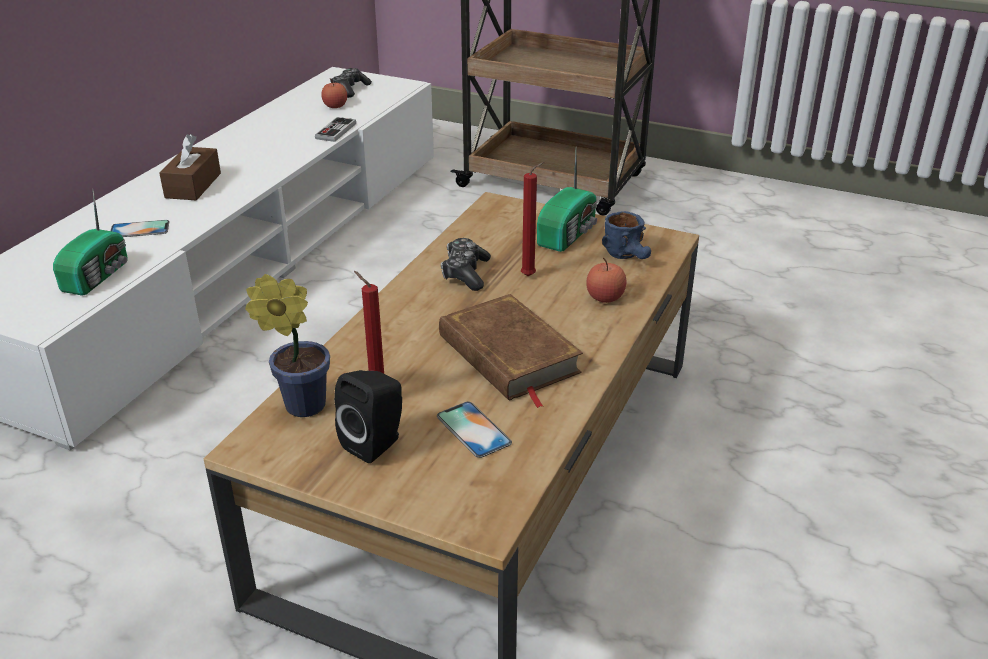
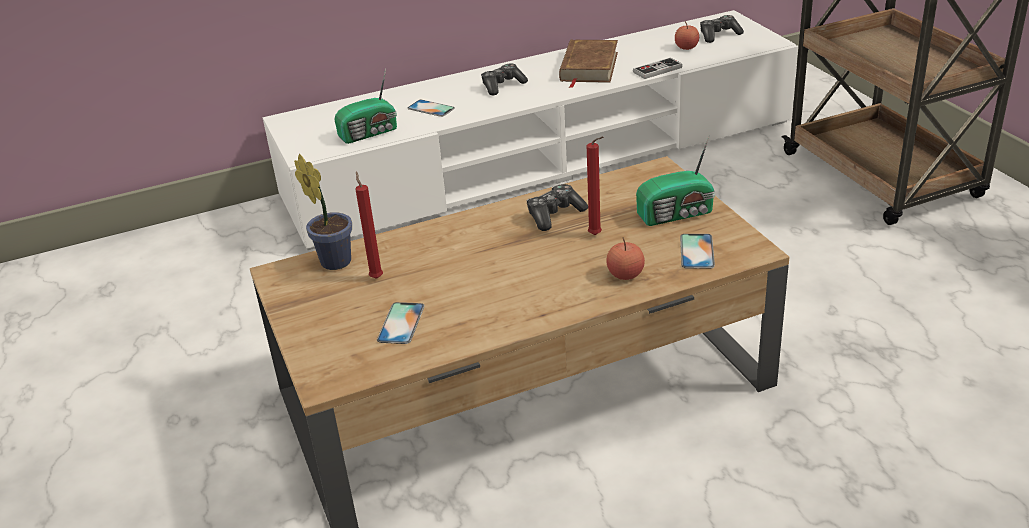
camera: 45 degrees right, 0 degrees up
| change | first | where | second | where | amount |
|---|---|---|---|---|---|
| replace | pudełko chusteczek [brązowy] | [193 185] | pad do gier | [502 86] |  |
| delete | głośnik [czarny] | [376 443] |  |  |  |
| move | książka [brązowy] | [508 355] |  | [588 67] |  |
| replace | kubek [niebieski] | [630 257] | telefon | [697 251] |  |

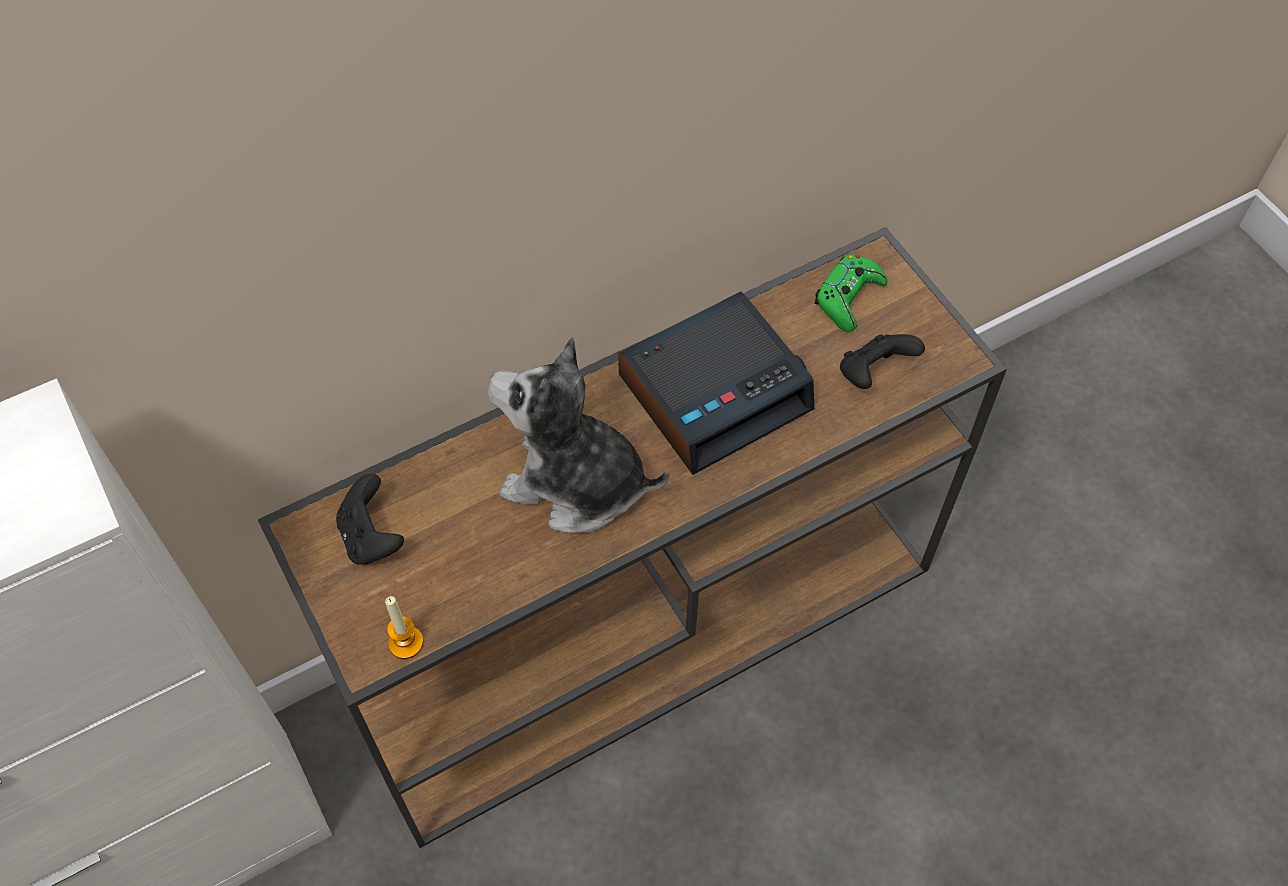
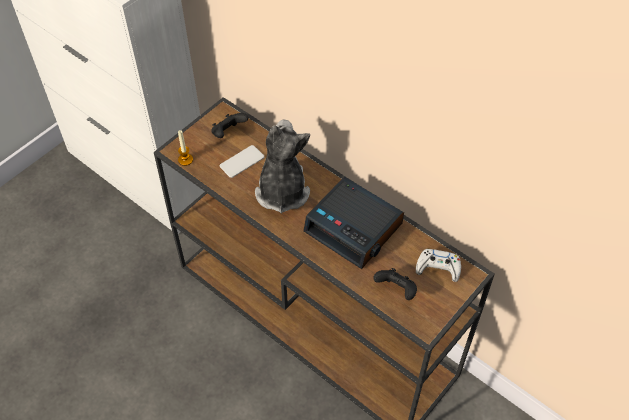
camera: 70 degrees right, 5 degrees down
| change | first | where | second | where | amount |
|---|---|---|---|---|---|
| recolor | pad do gier [zielony] | [848 298] | pad do gier [biały] | [438 268] |  |
| insert |  |  | telefon | [242 162] |  |

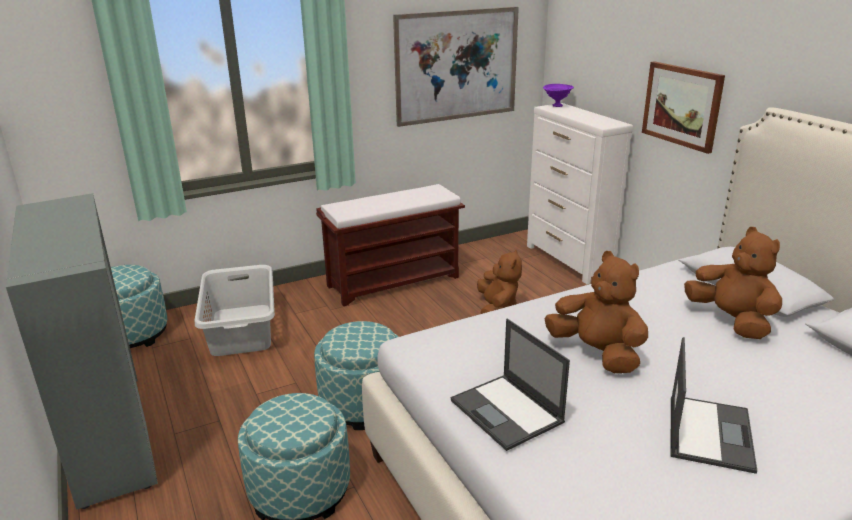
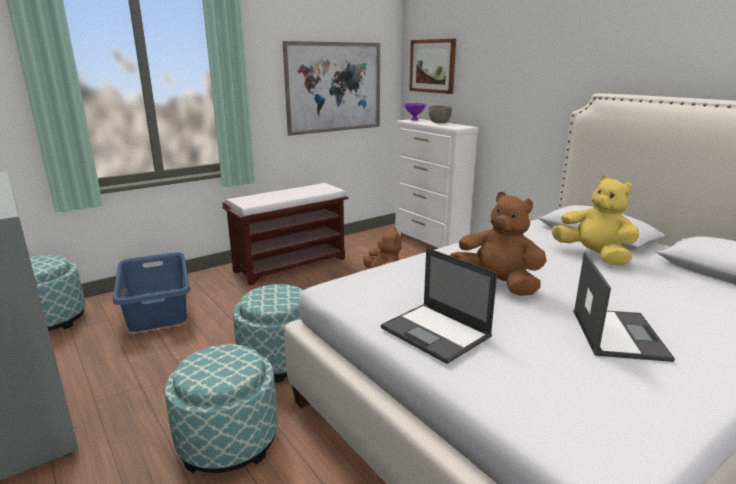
camera: 10 degrees left, 5 degrees down
| change | first | where | second | where | amount |
|---|---|---|---|---|---|
| recolor | kosz na pranie [szary] | [242 329] | kosz na pranie [niebieski] | [158 308] |  |
| move | obraz | [682 105] |  | [432 66] |  |
| recolor | pluszak [brązowy] | [731 321] | pluszak [żółty] | [593 256] |  |
| insert |  |  | miska [szary] | [439 123] |  |

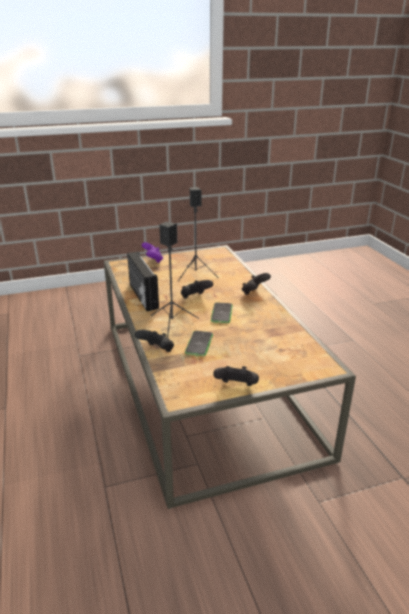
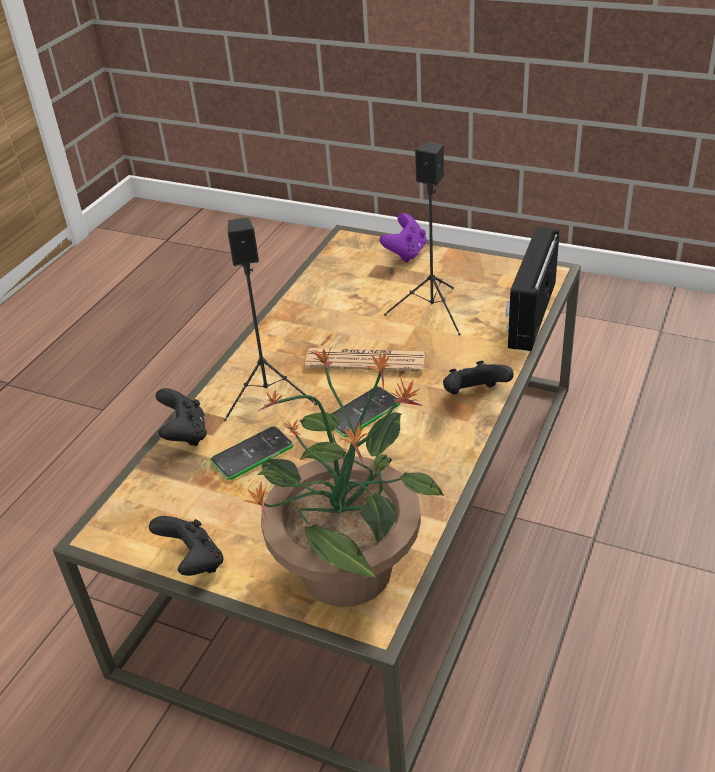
camera: 45 degrees right, 10 degrees up
| change | first | where | second | where | amount |
|---|---|---|---|---|---|
| move | radio | [142 296] |  | [529 315] |  |
| replace | pad do gier [czarny] | [195 298] | gazeta | [365 361] |  |
| insert |  |  | roślina doniczkowa | [349 568] |  |

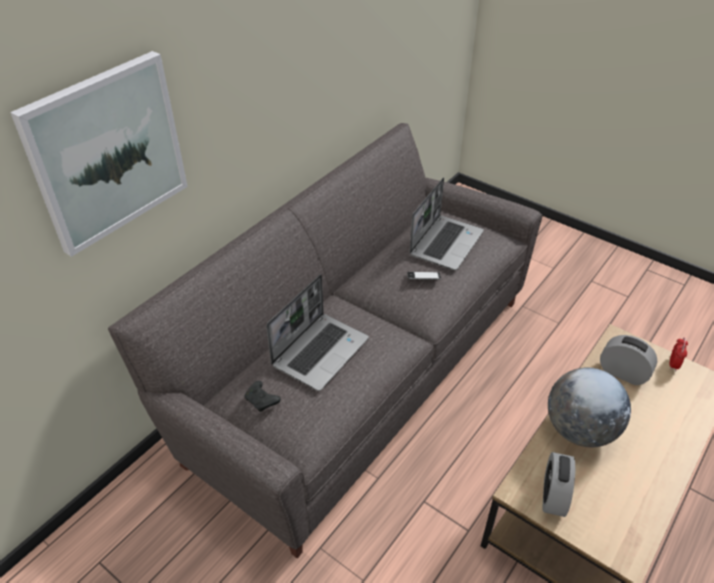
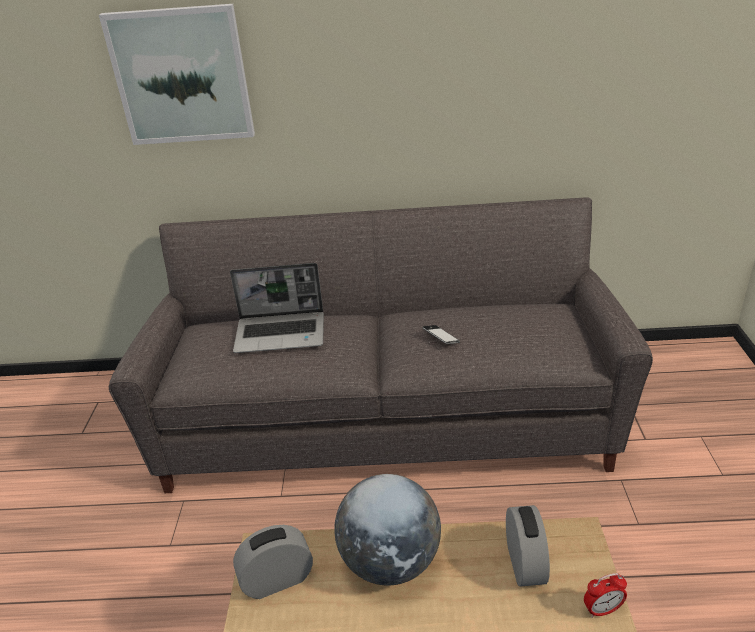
camera: 55 degrees right, 10 degrees down
| change | first | where | second | where | amount |
|---|---|---|---|---|---|
| delete | pad do gier [czarny] | [262 401] |  |  |  |
| delete | laptop | [446 243] |  |  |  |

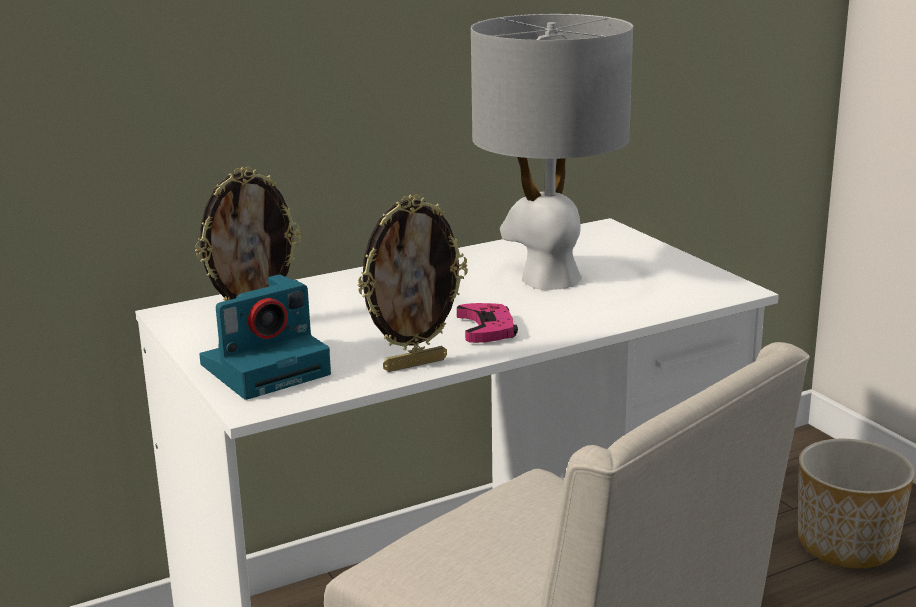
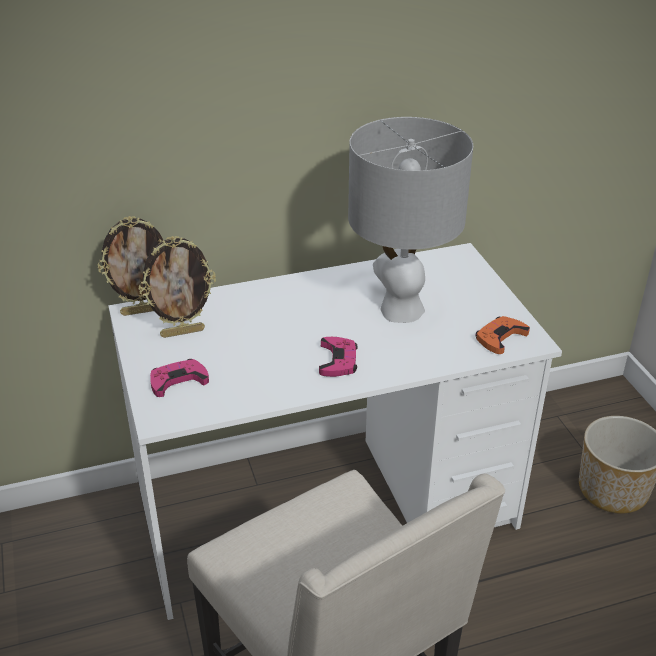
camera: 10 degrees right, 15 degrees up
| change | first | where | second | where | amount |
|---|---|---|---|---|---|
| replace | aparat fotograficzny | [267 368] | pad do gier [różowy] | [178 381] |  |
| move | ramka na zdjęcie | [414 364] |  | [142 311] |  |
| insert |  |  | pad do gier [pomarańczowy] | [500 338] |  |

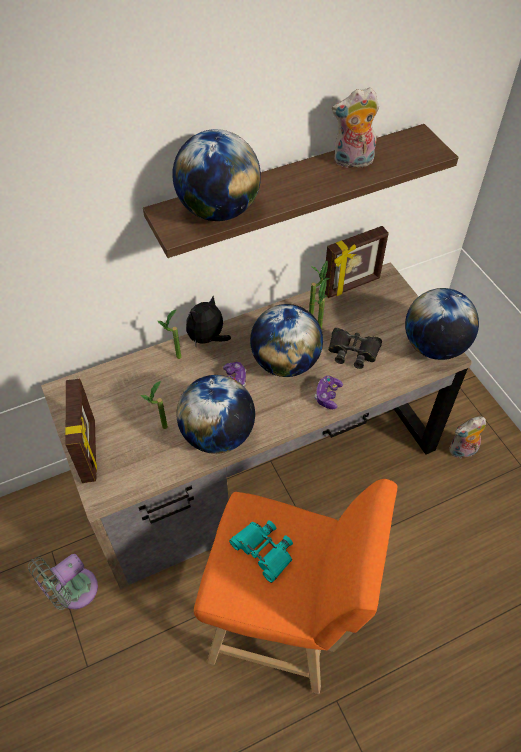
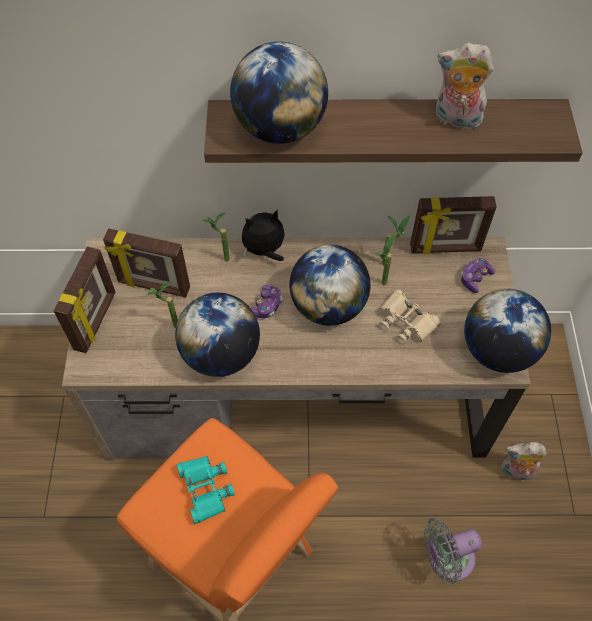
camera: 25 degrees right, 5 degrees up
| change | first | where | second | where | amount |
|---|---|---|---|---|---|
| move | wentylator [szary] | [72 592] |  | [446 559] |  |
| move | pad do gier | [328 396] |  | [475 278] |  |
| recolor | lornetka [czarny] | [353 351] | lornetka [beżowy] | [405 321] |  |
| insert |  |  | ramka na zdjęcie | [153 286] |  |

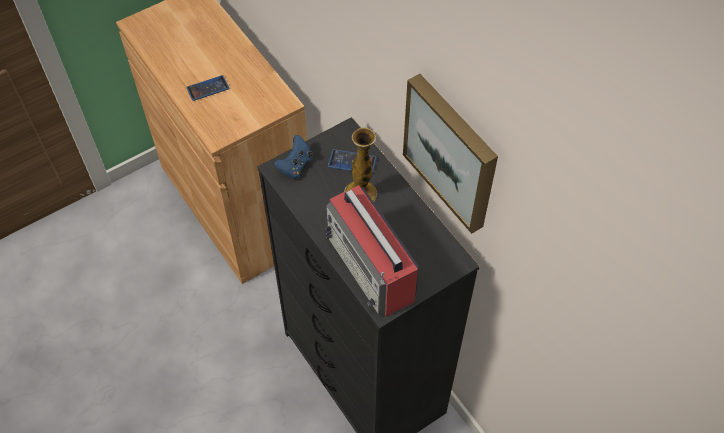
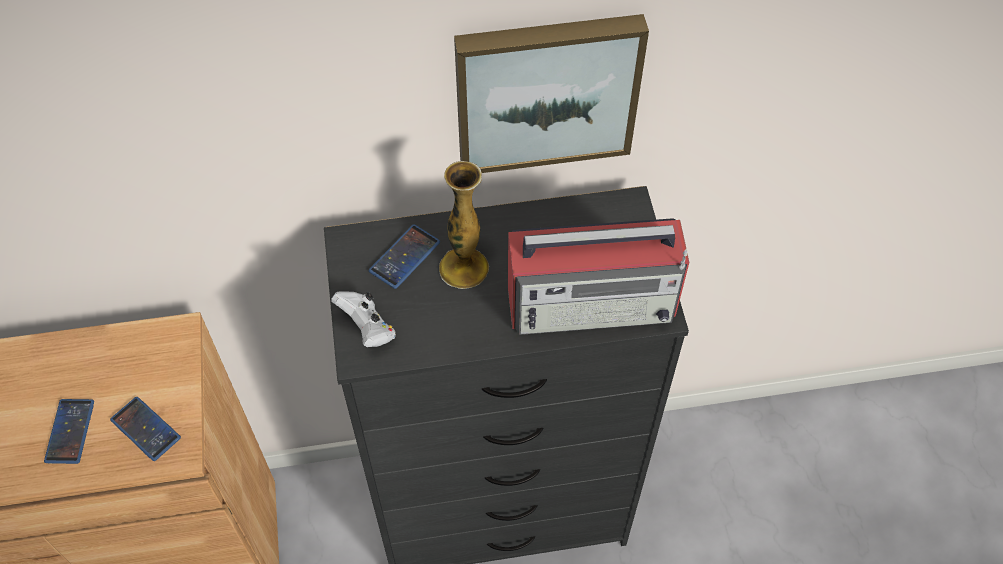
camera: 65 degrees left, 0 degrees up
| change | first | where | second | where | amount |
|---|---|---|---|---|---|
| recolor | pad do gier [niebieski] | [295 166] | pad do gier [biały] | [368 329] |  |
| insert |  |  | telefon | [145 429] |  |

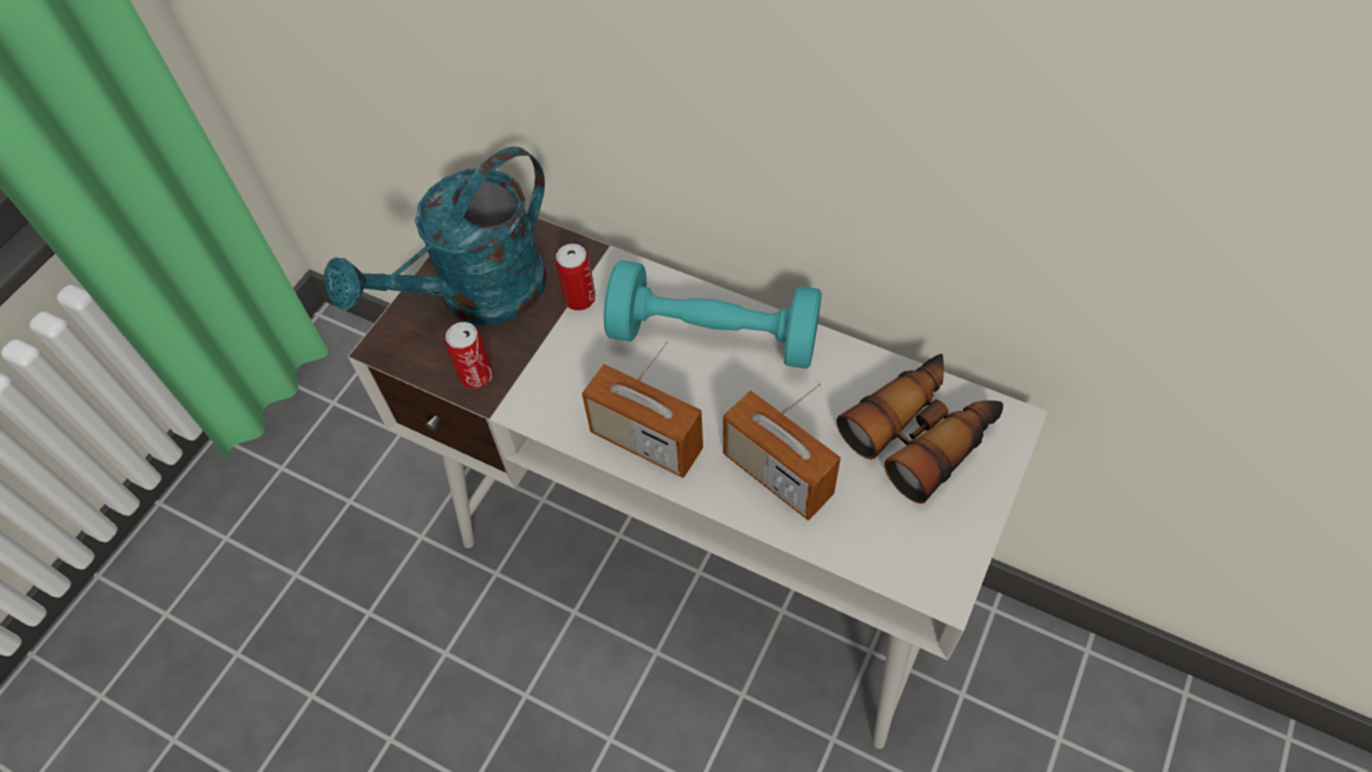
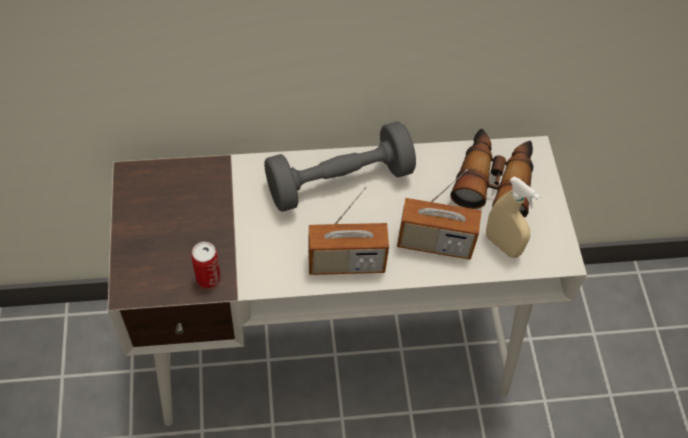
camera: 40 degrees left, 0 degrees up
| change | first | where | second | where | amount |
|---|---|---|---|---|---|
| delete | konewka [turkusowy] | [476 297] |  |  |  |
| delete | puszka | [579 299] |  |  |  |
| recolor | hantel [turkusowy] | [713 337] | hantel [szary] | [339 181] |  |
| insert |  |  | spryskiwacz [beżowy] | [502 245] |  |

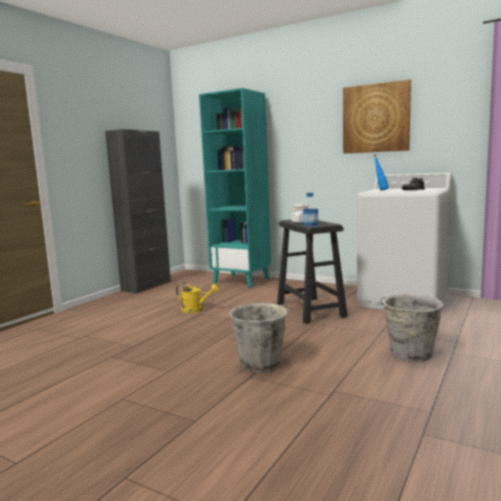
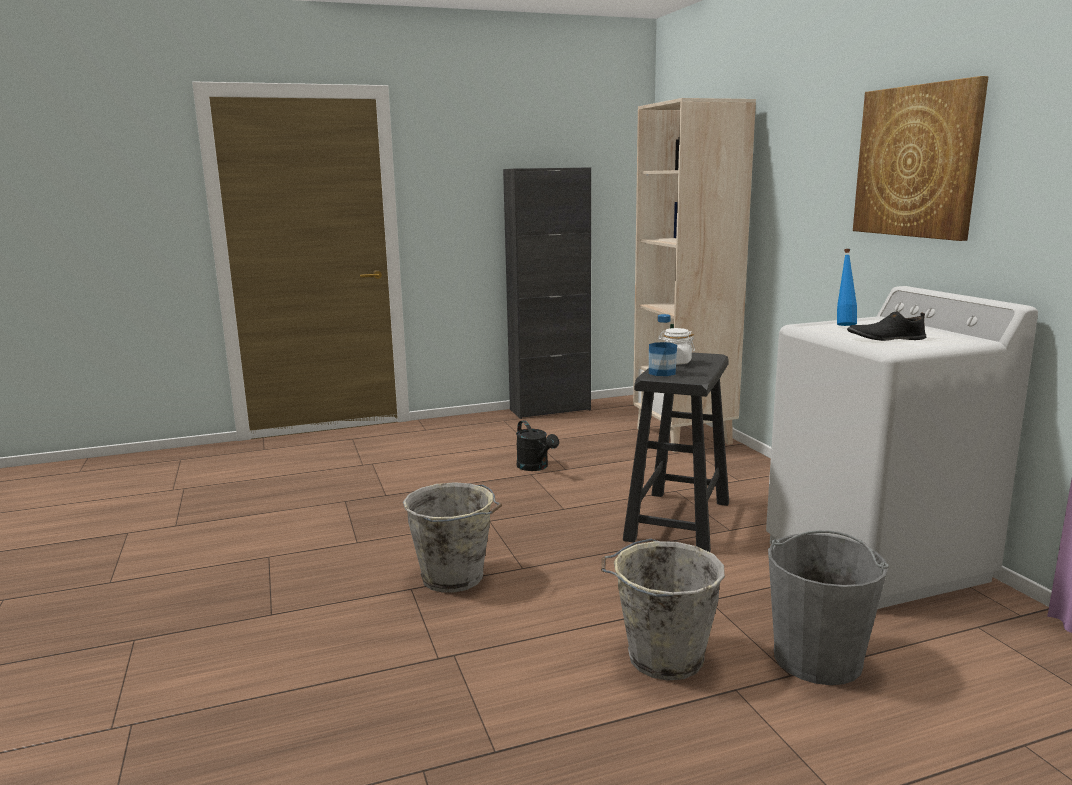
camera: 40 degrees right, 5 degrees up
| change | first | where | second | where | amount |
|---|---|---|---|---|---|
| recolor | konewka [żółty] | [196 310] | konewka [czarny] | [535 467] |  |
| recolor | regał [turkusowy] | [242 281] | regał [beżowy] | [684 436] |  |
| insert |  |  | wiadro [szary] | [818 658] |  |

